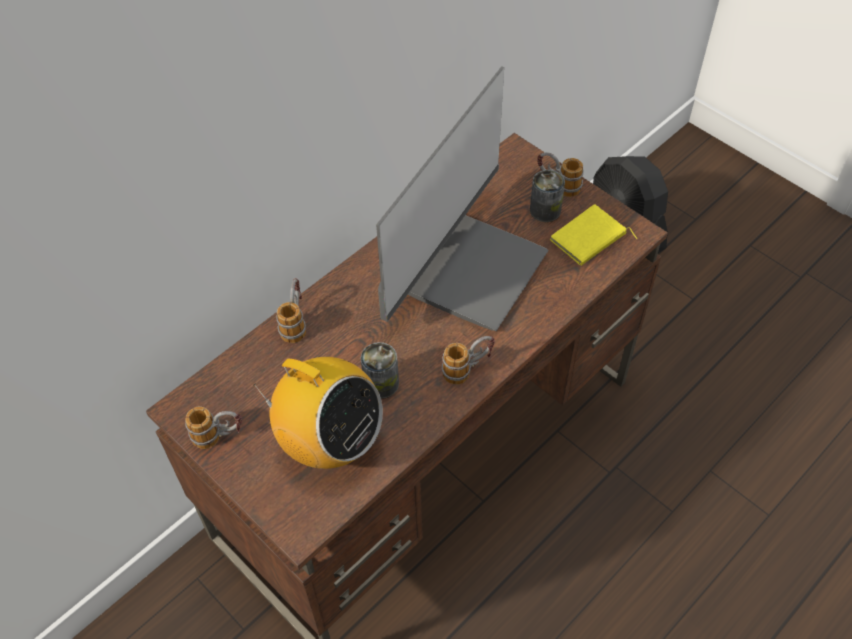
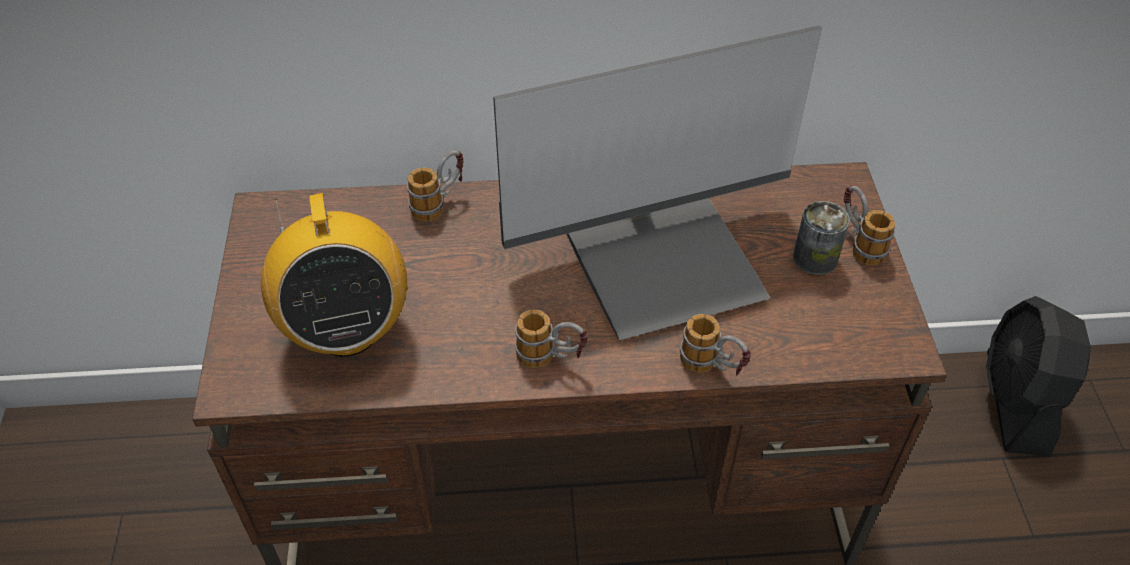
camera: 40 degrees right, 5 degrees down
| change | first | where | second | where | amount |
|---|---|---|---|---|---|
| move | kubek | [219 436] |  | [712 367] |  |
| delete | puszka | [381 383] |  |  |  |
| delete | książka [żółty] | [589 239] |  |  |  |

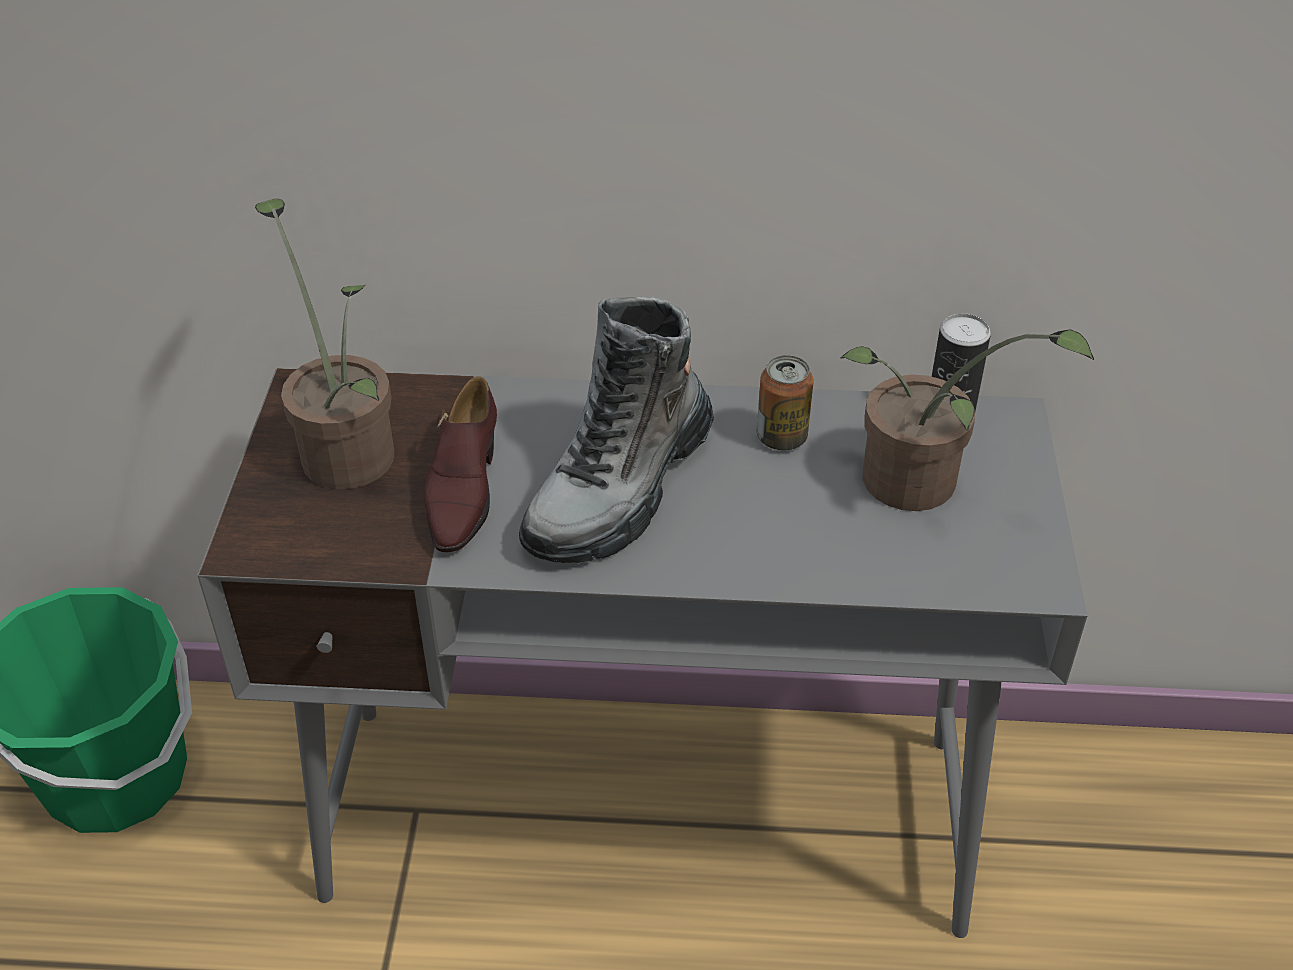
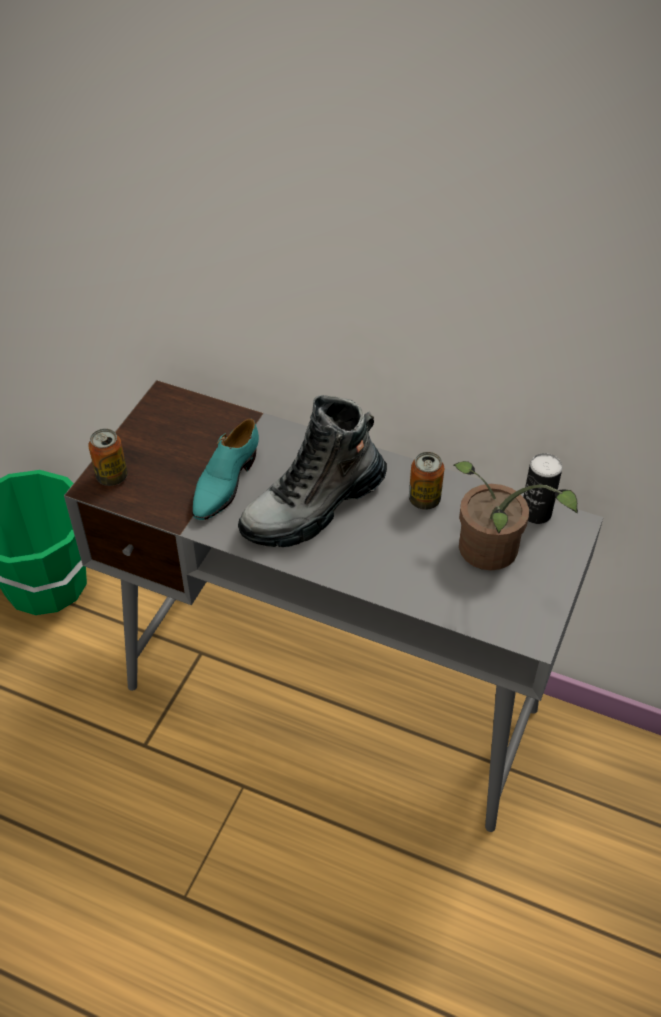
camera: 20 degrees right, 5 degrees up
| change | first | where | second | where | amount |
|---|---|---|---|---|---|
| delete | roślina doniczkowa | [346 447] |  |  |  |
| recolor | but [brązowy] | [462 490] | but [turkusowy] | [224 483] |  |
| insert |  |  | puszka | [112 476] |  |

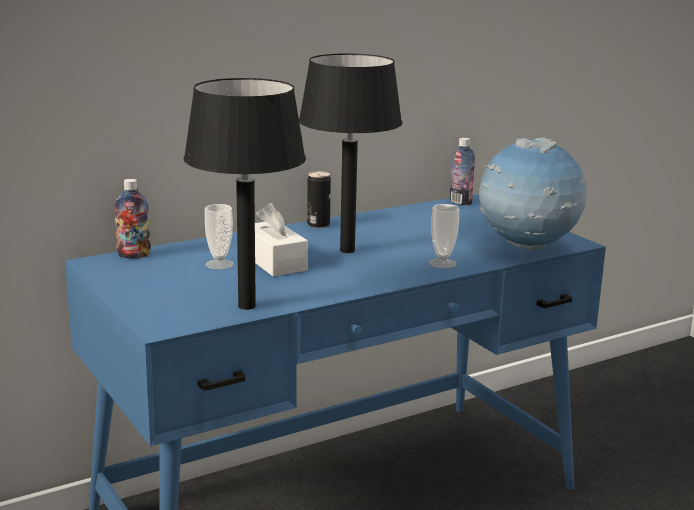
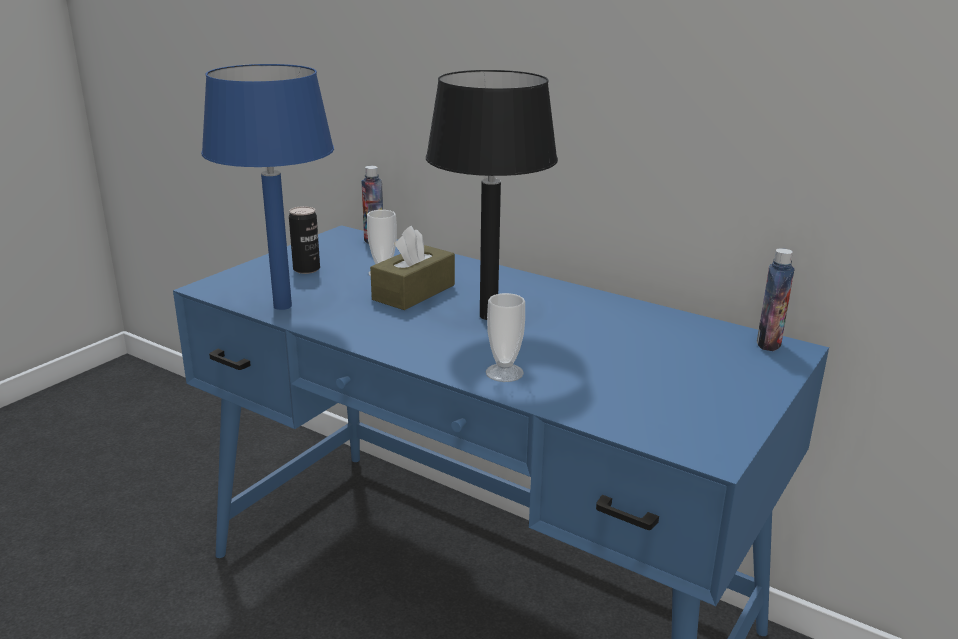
camera: 65 degrees right, 5 degrees up
| change | first | where | second | where | amount |
|---|---|---|---|---|---|
| recolor | lampa stołowa [czarny] | [247 306] | lampa stołowa [niebieski] | [283 306] |  |
| recolor | pudełko chusteczek [biały] | [274 262] | pudełko chusteczek [brązowy] | [414 292] |  |
| move | puszka | [318 225] |  | [306 269] |  |
| delete | globus | [527 249] |  |  |  |

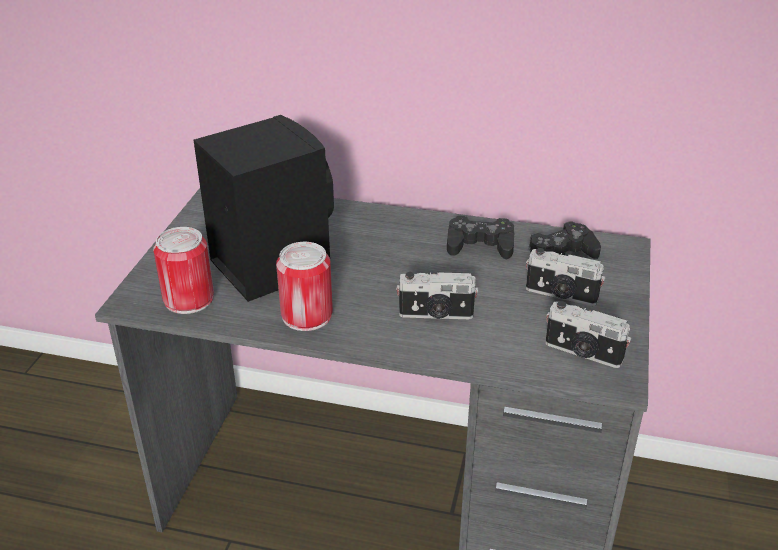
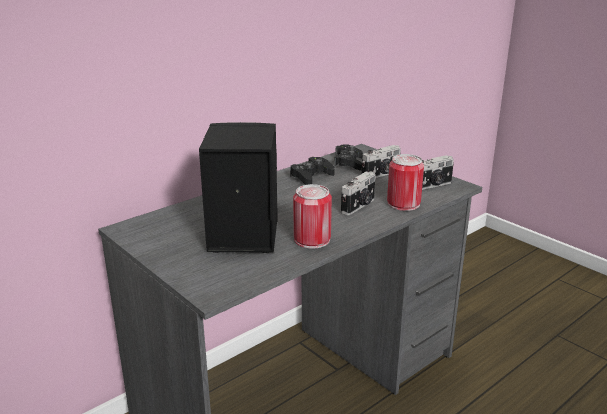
camera: 55 degrees left, 10 degrees down
| change | first | where | second | where | amount |
|---|---|---|---|---|---|
| move | puszka | [188 299] |  | [403 203] |  |

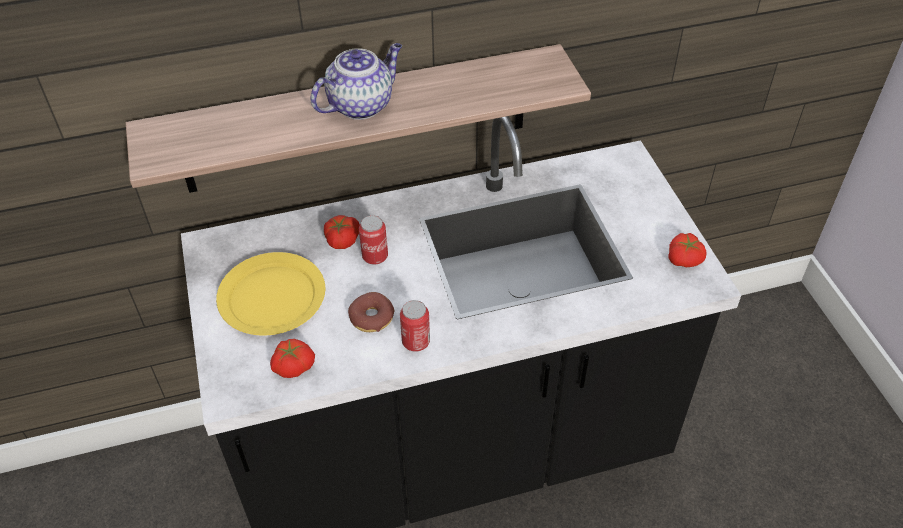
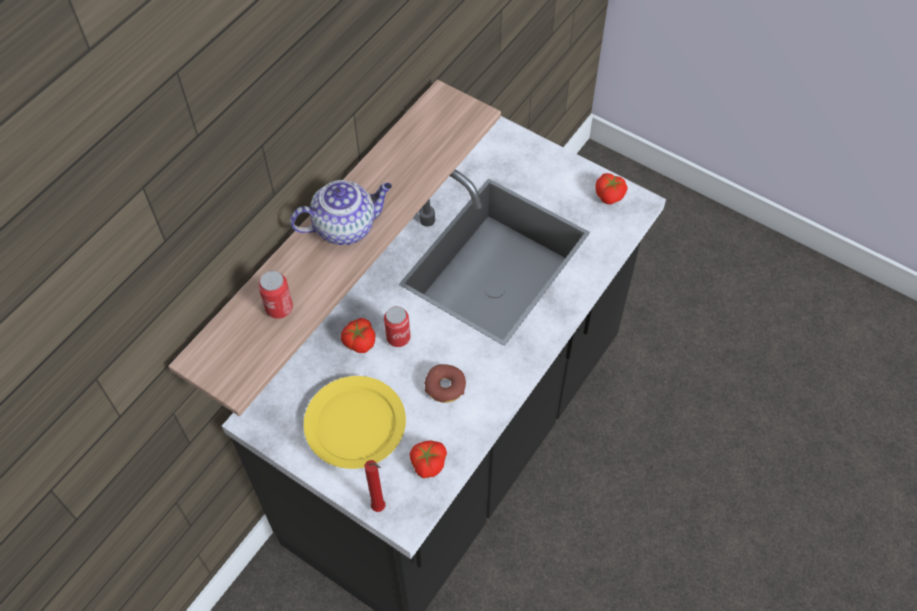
camera: 40 degrees left, 10 degrees up
| change | first | where | second | where | amount |
|---|---|---|---|---|---|
| rotate | imbryk | [361 104] |  | [346 226] | 60 degrees clockwise |
| move | puszka | [416 342] |  | [279 308] |  |
| insert |  |  | świeca [czerwony] | [380 508] |  |

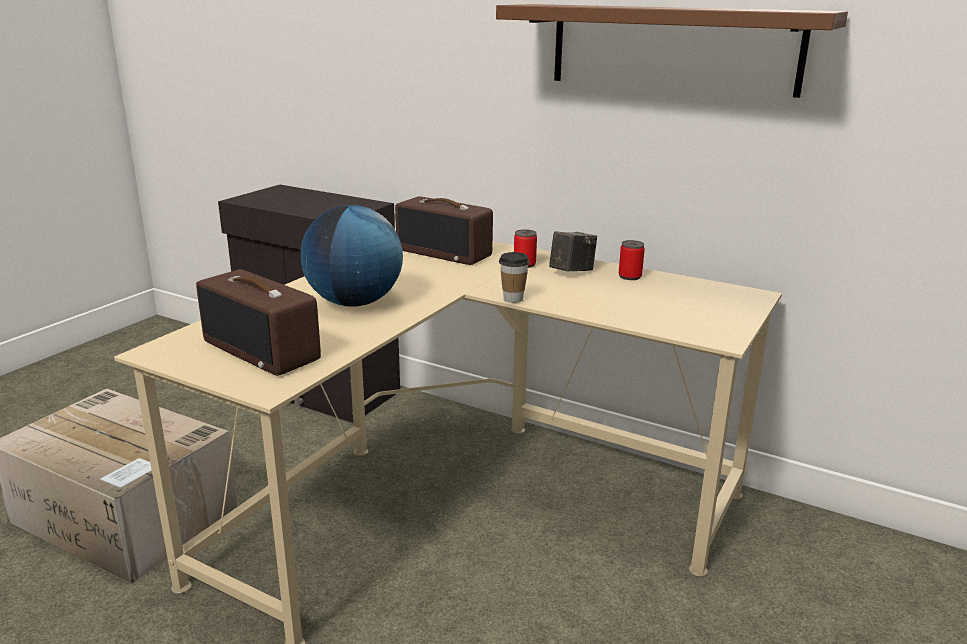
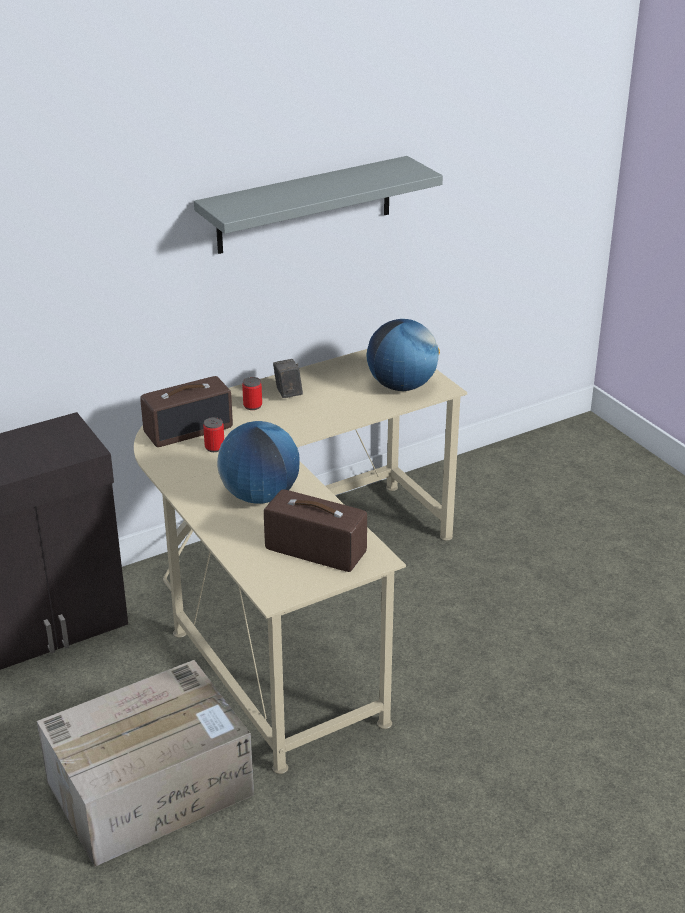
camera: 60 degrees left, 10 degrees up
| change | first | where | second | where | amount |
|---|---|---|---|---|---|
| rotate | radio | [263 350] |  | [314 551] | 135 degrees counterclockwise |
| recolor | półka [brązowy] | [672 48] | półka [szary] | [305 205] |  |
| delete | filiżanka | [513 299] |  |  |  |
| move | puszka | [630 276] |  | [214 447] |  |
| insert |  |  | globus | [401 386] |  |

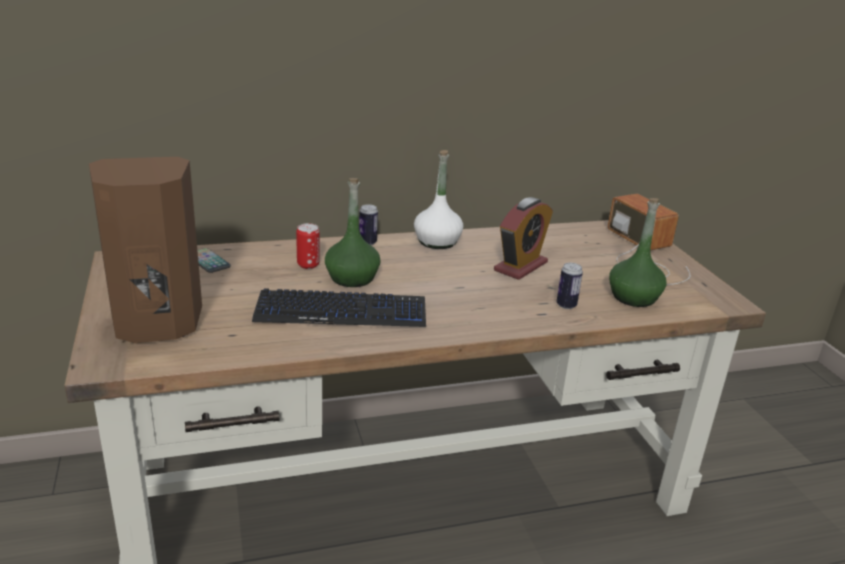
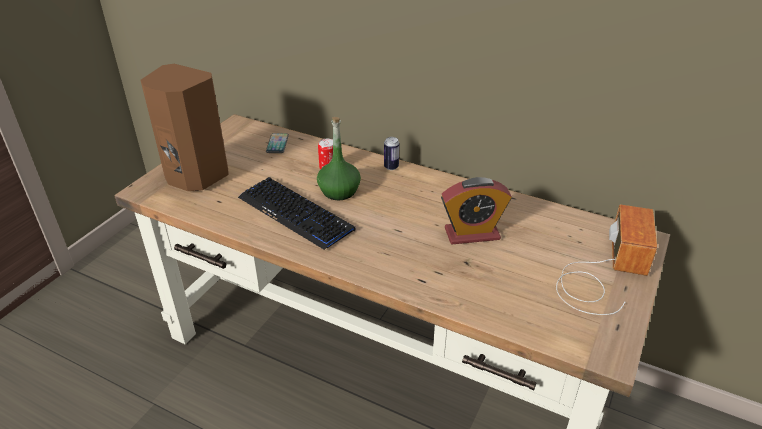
camera: 45 degrees right, 10 degrees up
| change | first | where | second | where | amount |
|---|---|---|---|---|---|
| delete | butelka [biały] | [437 242] |  |  |  |
| delete | puszka | [566 305] |  |  |  |
| delete | butelka [zielony] | [633 297] |  |  |  |

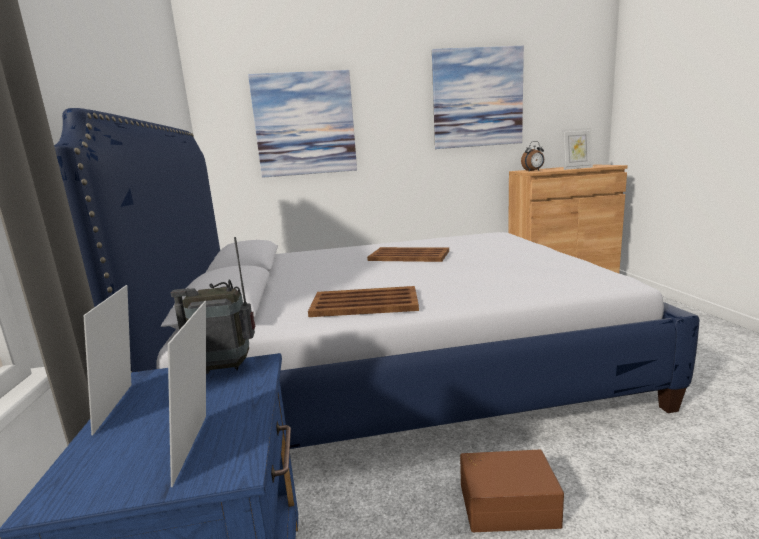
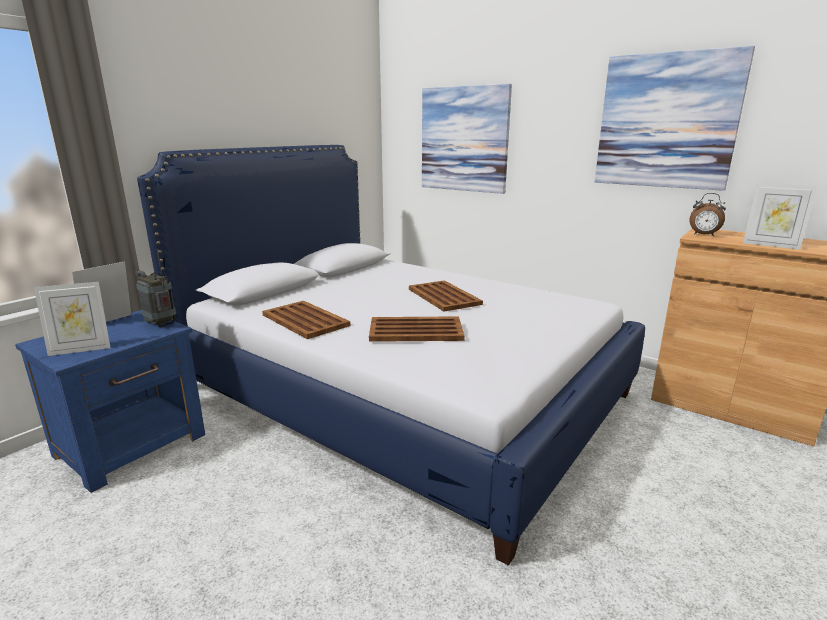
camera: 45 degrees right, 5 degrees up
| change | first | where | second | where | amount |
|---|---|---|---|---|---|
| rotate | ramka na zdjęcie | [202 446] |  | [81 349] | 150 degrees counterclockwise |
| delete | pojemnik do przechowywania [brązowy] | [507 503] |  |  |  |
| insert |  |  | taca [brązowy] | [415 330] |  |

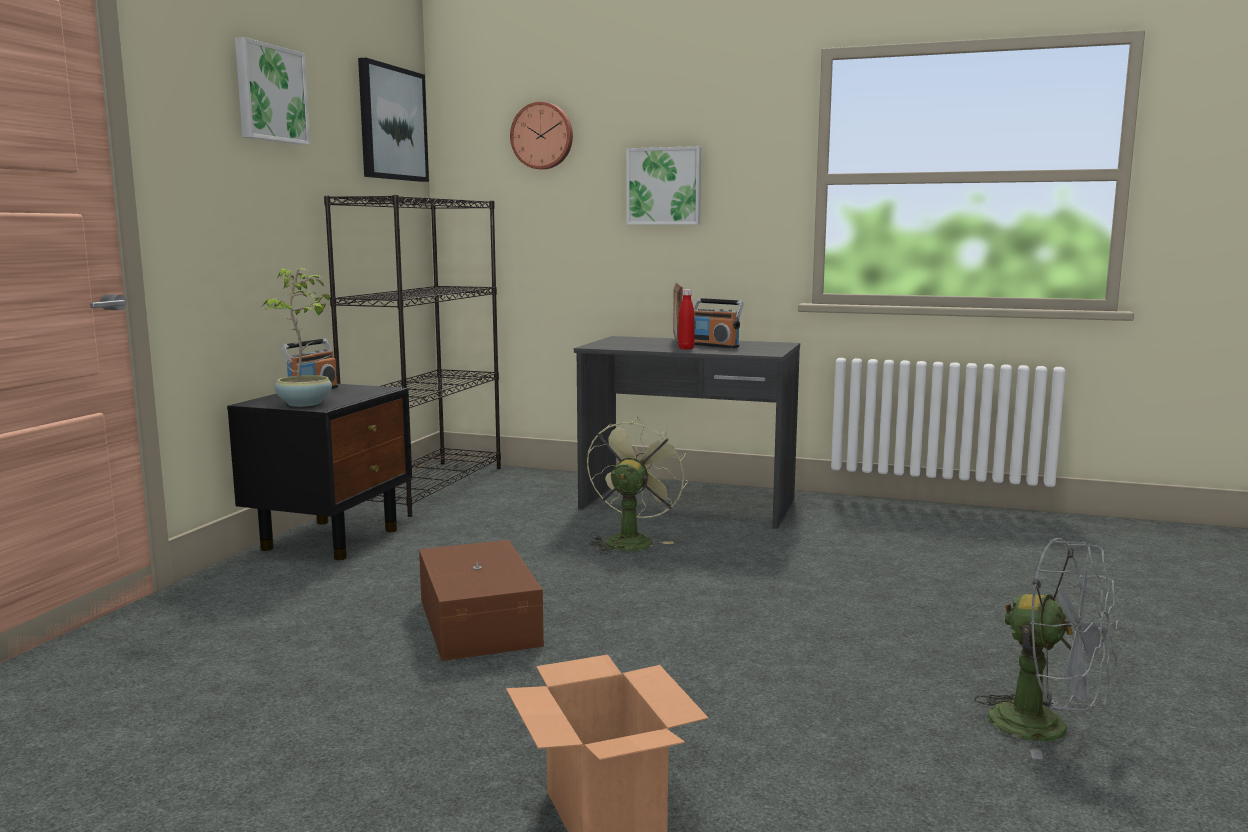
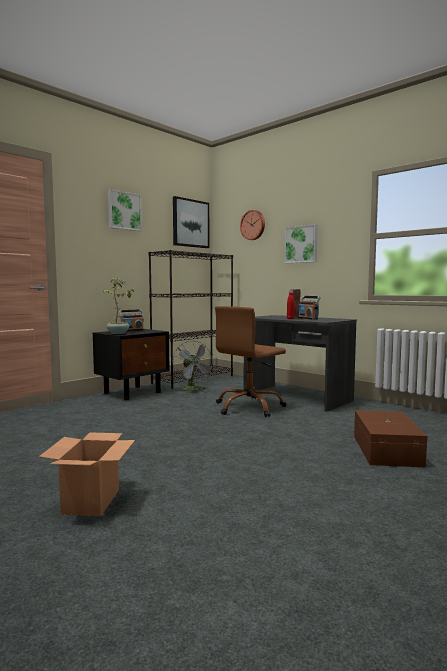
camera: 25 degrees right, 5 degrees down
| change | first | where | second | where | amount |
|---|---|---|---|---|---|
| move | pojemnik do przechowywania [brązowy] | [481 621] |  | [387 450] |  |
| replace | wentylator [zielony] | [631 540] | krzesło biurowe [brązowy] | [249 407] |  |
| move | wentylator [szary] | [1047 728] |  | [193 390] |  |

